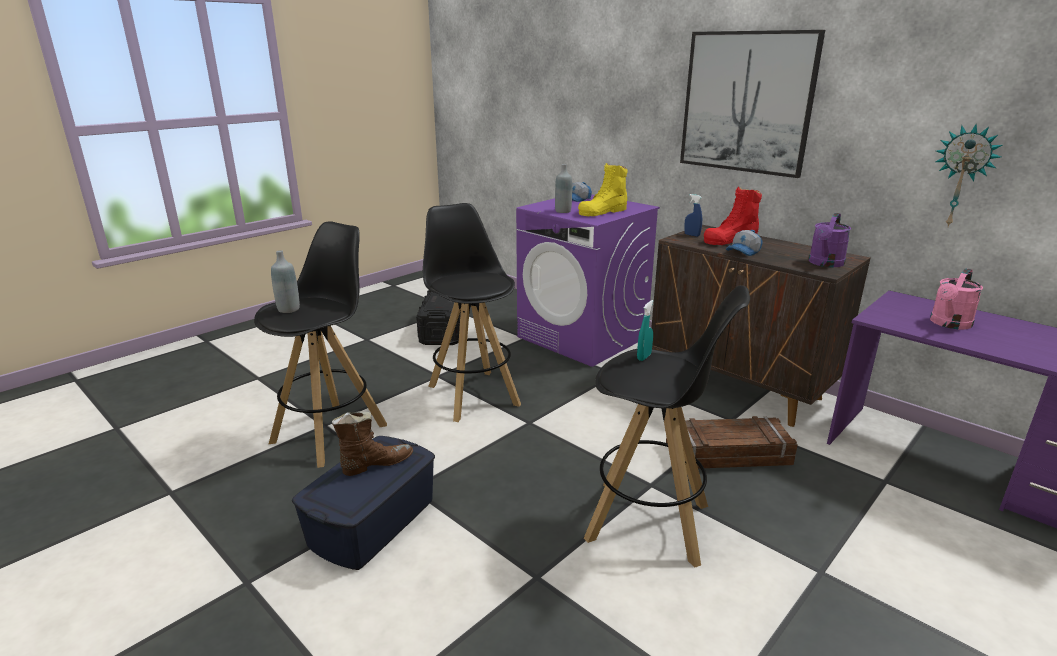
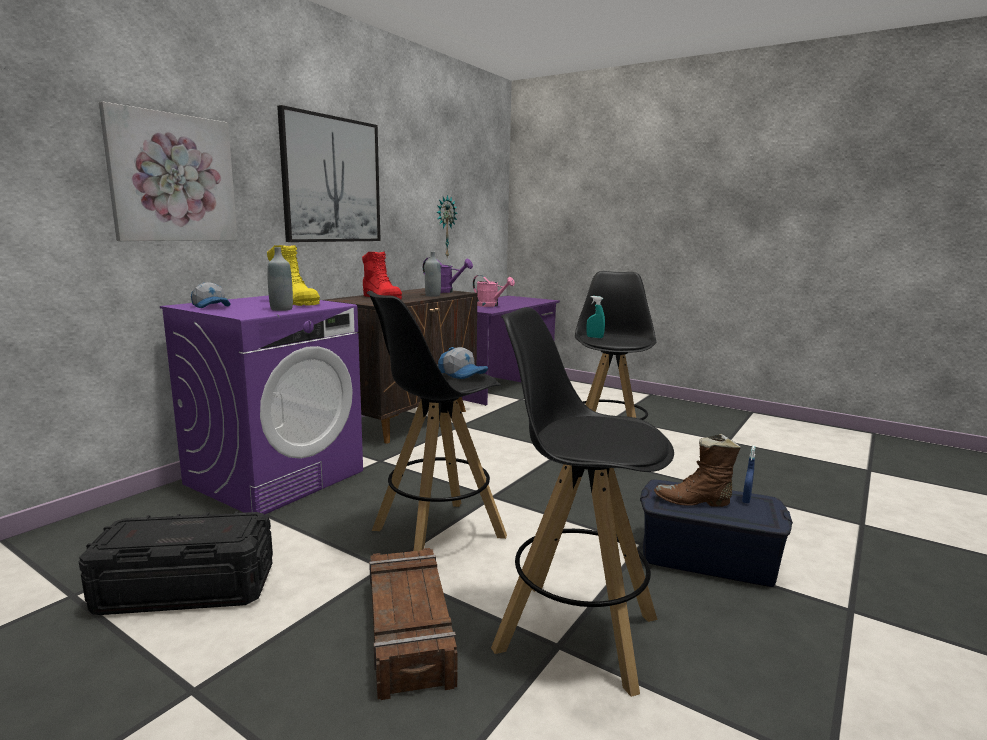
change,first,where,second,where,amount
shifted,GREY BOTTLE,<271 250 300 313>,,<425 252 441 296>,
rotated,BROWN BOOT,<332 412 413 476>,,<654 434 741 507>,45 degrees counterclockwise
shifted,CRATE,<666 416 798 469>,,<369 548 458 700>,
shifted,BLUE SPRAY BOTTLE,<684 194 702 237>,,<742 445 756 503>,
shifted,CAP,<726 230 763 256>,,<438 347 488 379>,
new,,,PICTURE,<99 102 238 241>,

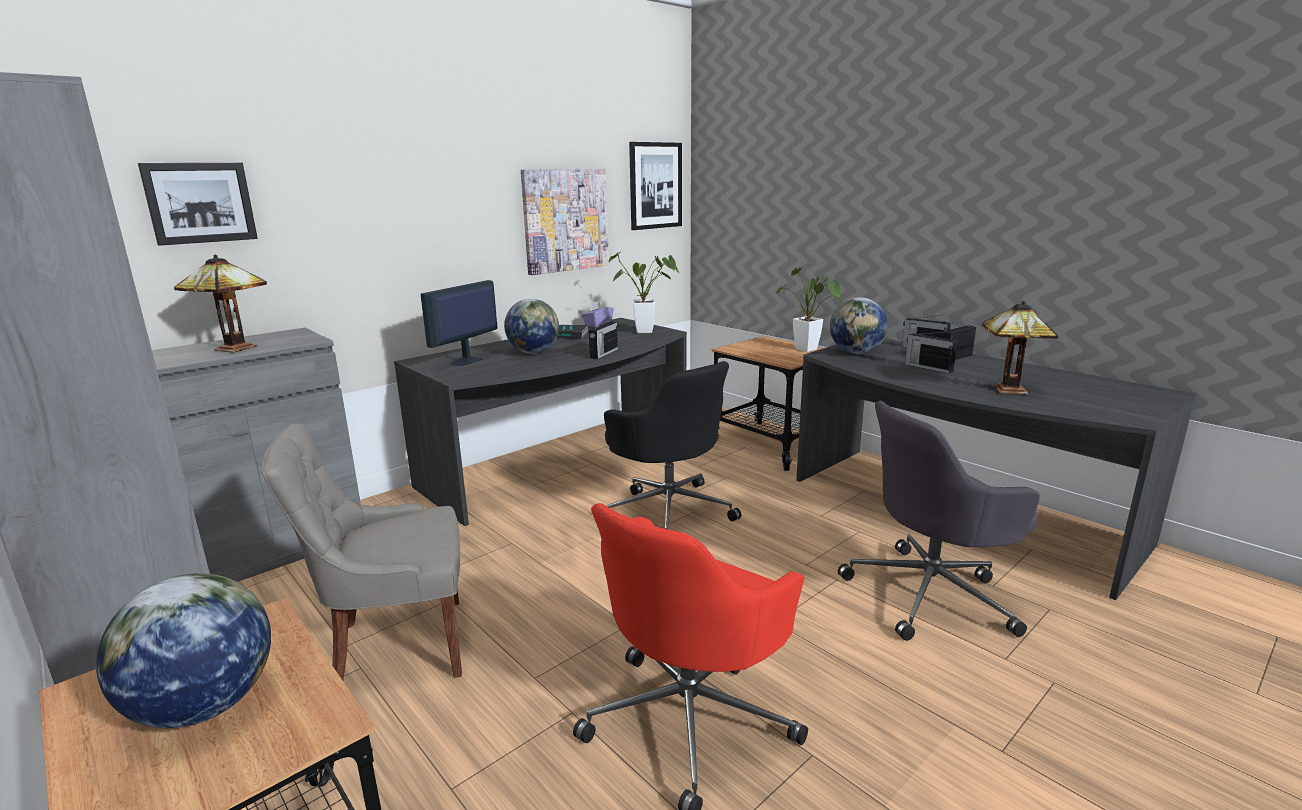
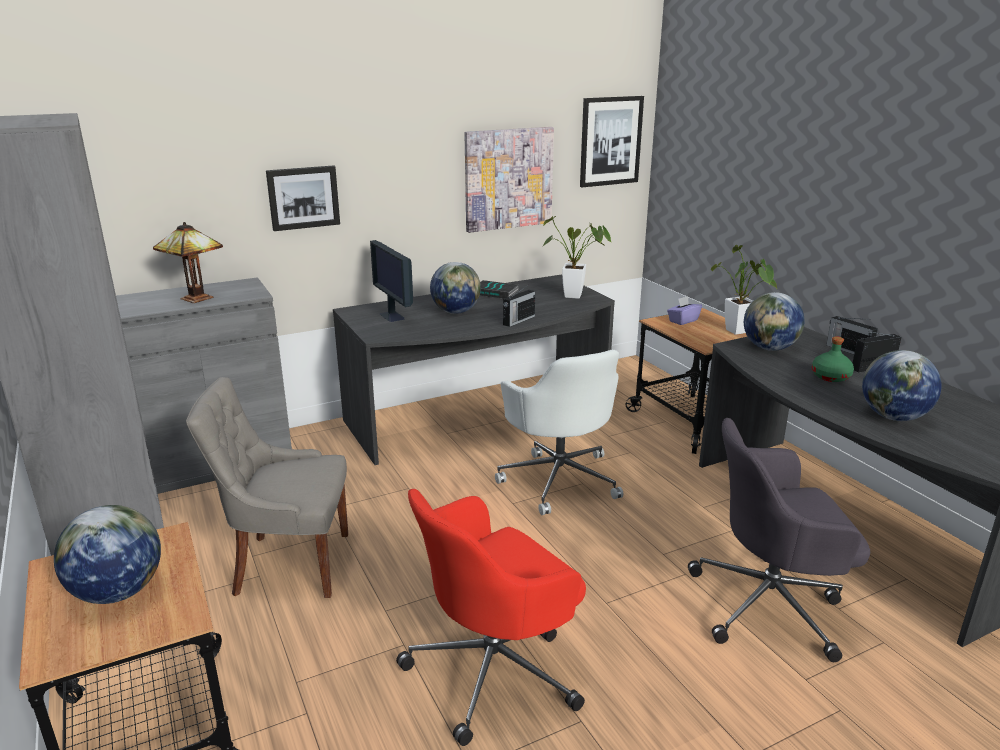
change,first,where,second,where,amount
shifted,PICTURE,<138 163 258 246>,,<266 165 340 231>,
rotated,MONITOR,<420 280 497 366>,,<370 240 413 322>,75 degrees counterclockwise
shifted,PURPLE TISSUE BOX,<582 301 613 327>,,<667 296 702 325>,
repainted,BLACK OFFICE CHAIR,<604 361 741 529>,WHITE OFFICE CHAIR,<495 349 623 515>,
swapped,RADIO,<905 331 958 373>,GREEN BOTTLE,<812 336 854 382>,
swapped,TABLE LAMP,<982 301 1059 395>,GLOBE,<862 350 942 421>,

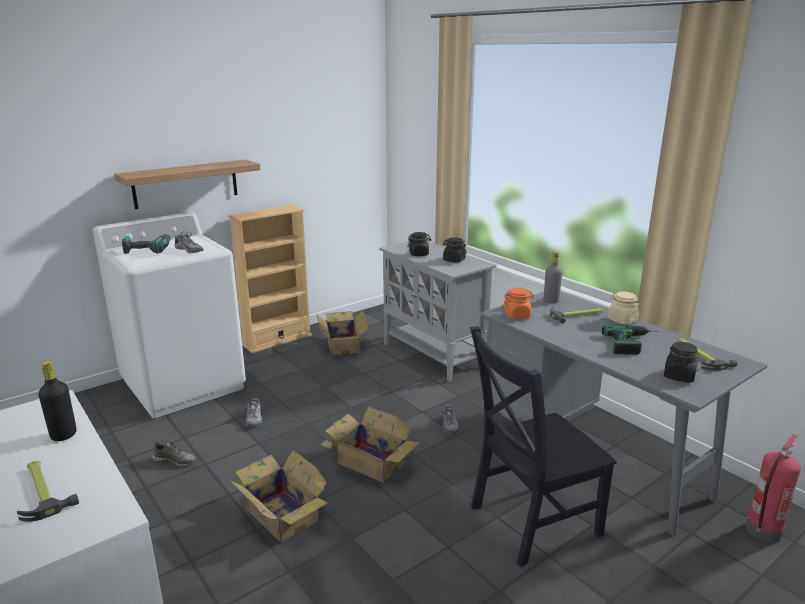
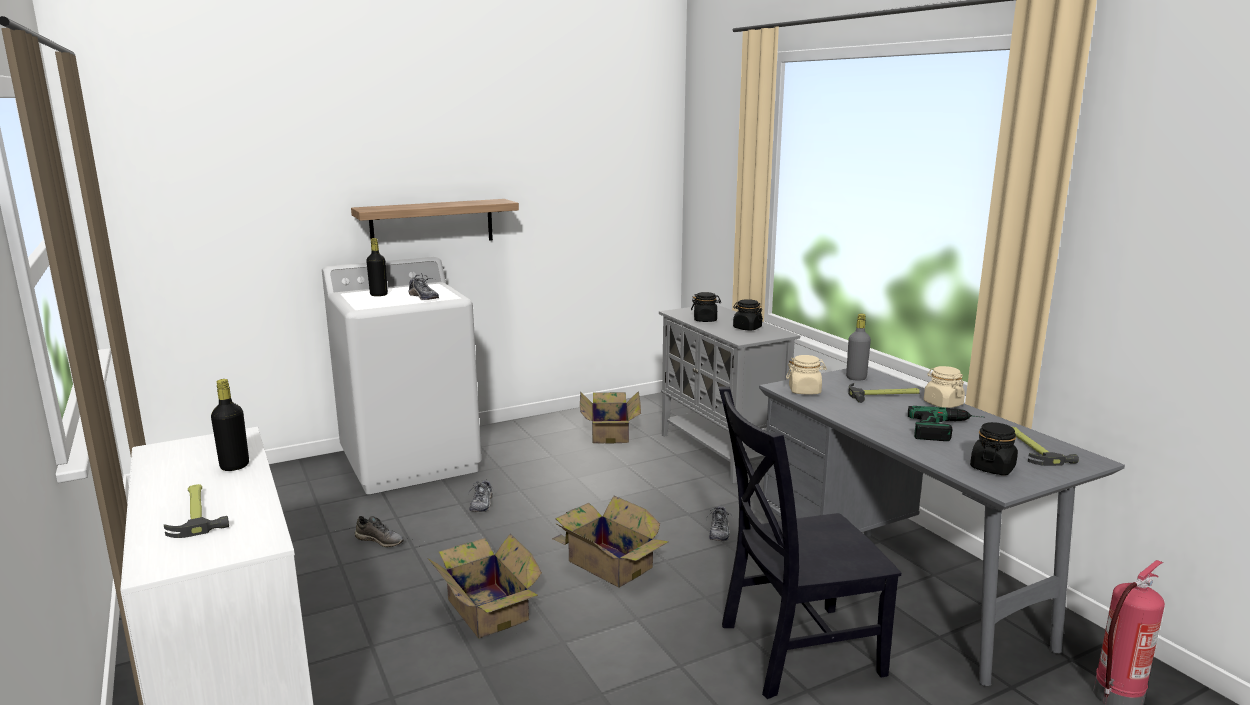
change,first,where,second,where,amount
swapped,POWER DRILL,<122 234 171 254>,BLACK BOTTLE,<366 238 388 296>,
gone,BEIGE BOOKCASE,<228 205 312 353>,,,
repainted,ORANGE JAR,<503 287 534 319>,BEIGE JAR,<786 355 827 394>,

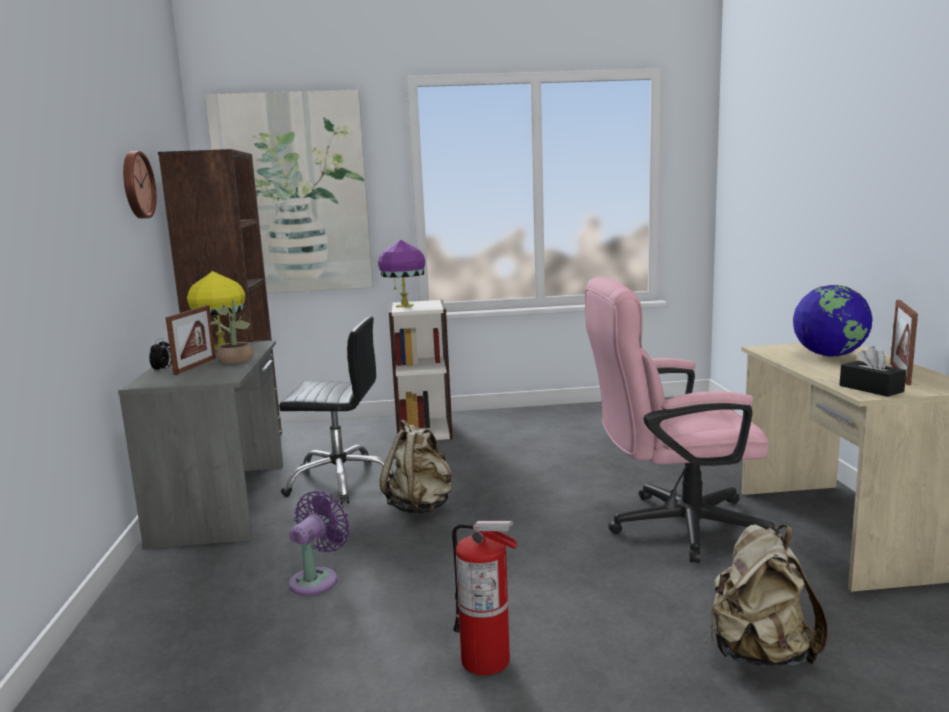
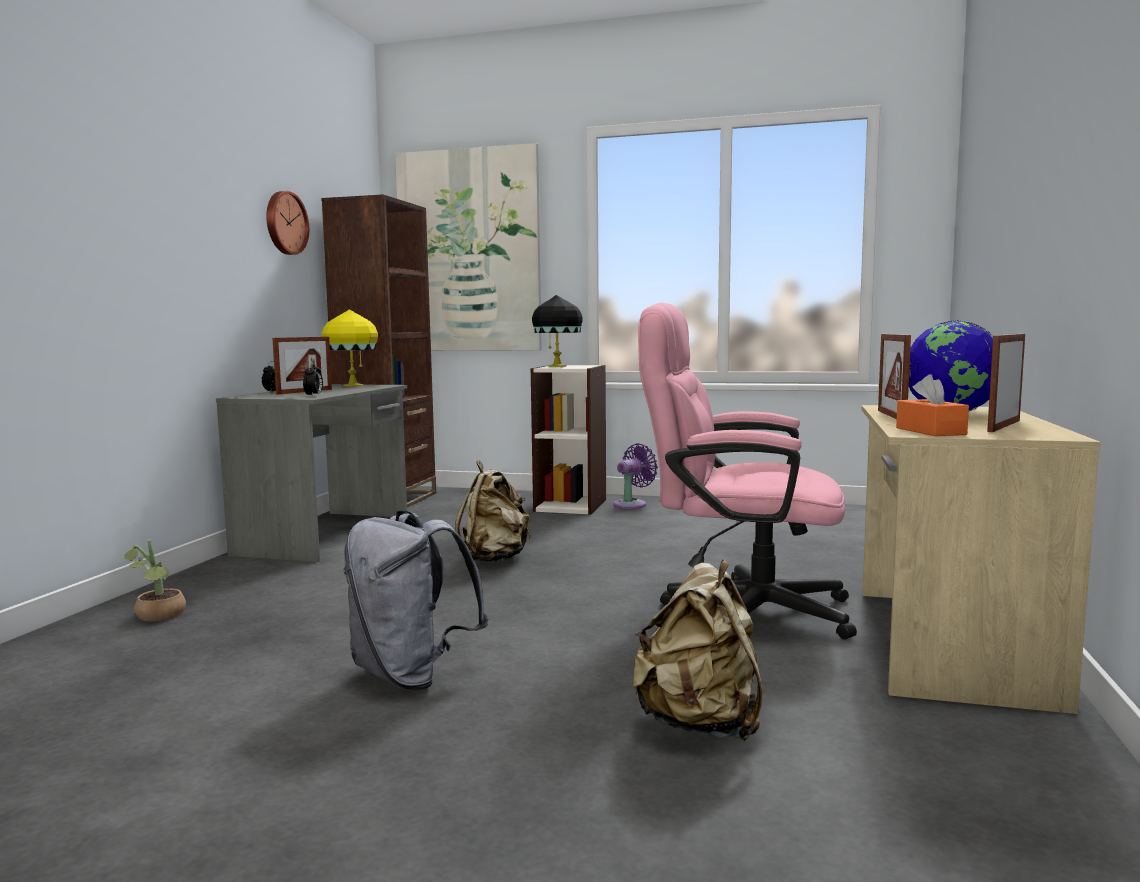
change,first,where,second,where,amount
shifted,POTTED PLANT,<210 300 254 364>,,<124 539 186 621>,
gone,BLACK OFFICE CHAIR,<279 316 395 505>,,,
shifted,PURPLE FAN,<289 491 350 596>,,<613 443 658 509>,
repainted,PURPLE TABLE LAMP,<378 240 425 307>,BLACK TABLE LAMP,<532 295 583 367>,
swapped,FIRE EXTINGUISHER,<452 521 518 675>,GREY BACKPACK,<344 510 488 690>,
repainted,BLACK TISSUE BOX,<839 346 906 397>,ORANGE TISSUE BOX,<896 374 969 436>,
new,,,ALARM CLOCK,<303 363 323 396>,
new,,,PICTURE FRAME,<878 334 911 419>,

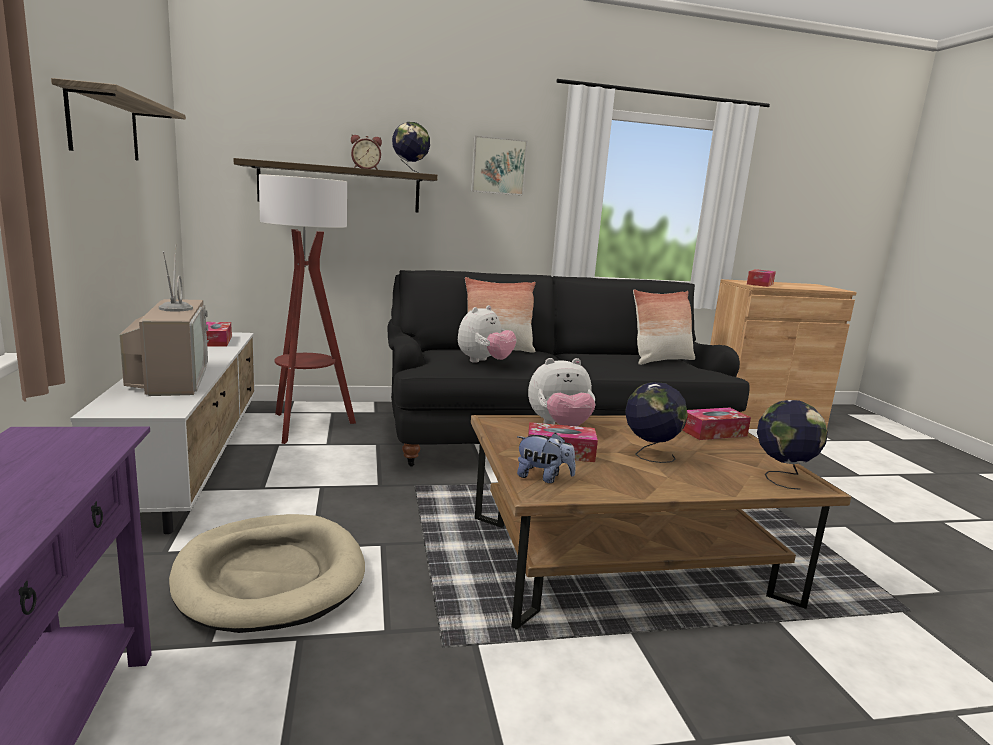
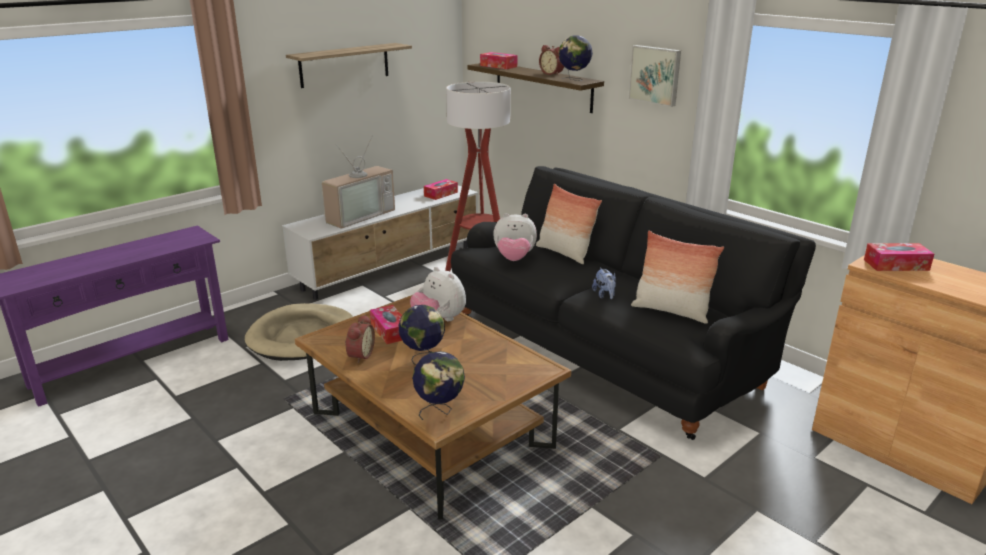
change,first,where,second,where,amount
shifted,PLUSH TOY,<517 433 576 483>,,<592 268 616 299>,
shifted,TISSUE BOX,<682 408 751 440>,,<480 52 517 69>,
new,,,ALARM CLOCK,<345 315 375 363>,

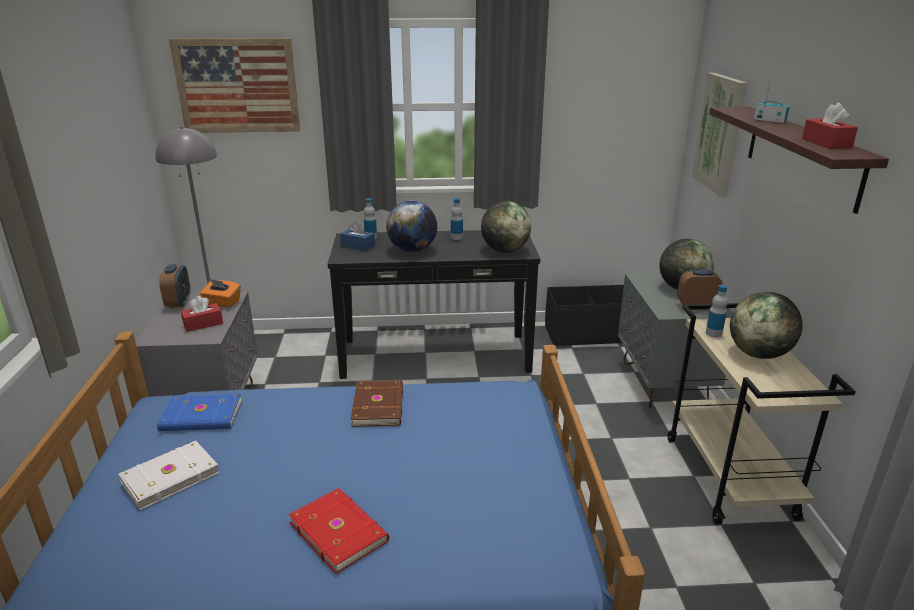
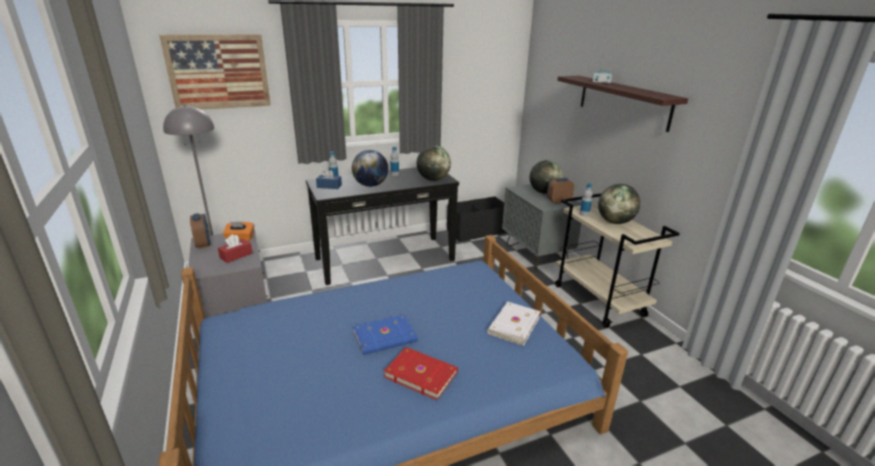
change,first,where,second,where,amount
shifted,WHITE BOOK,<118 440 220 510>,,<487 302 541 346>,
shifted,BLUE BOOK,<157 394 242 431>,,<353 315 418 355>,
gone,BROWN BOOK,<351 380 403 427>,,,
gone,PICTURE,<692 73 747 197>,,,
gone,RED TISSUE BOX,<802 103 858 149>,,,

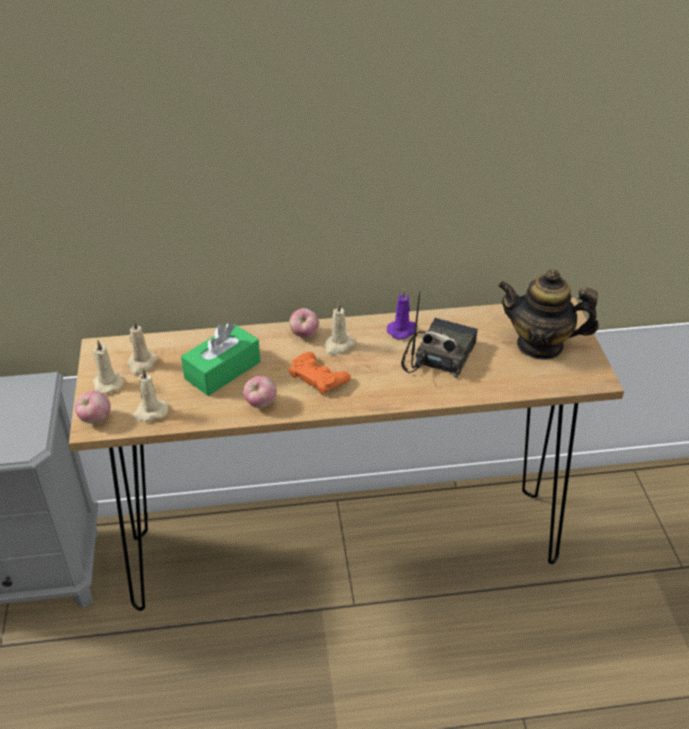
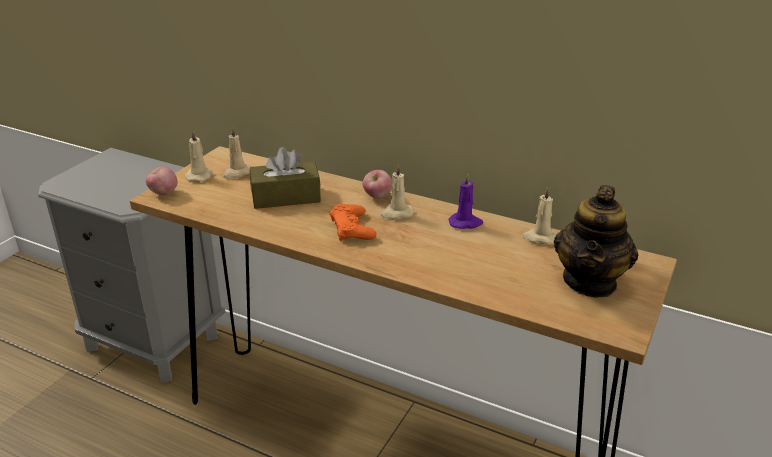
change,first,where,second,where,amount
shifted,BEIGE CANDLE,<132 368 168 422>,,<521 186 557 245>,
repainted,GREEN TISSUE BOX,<181 322 260 396>,BROWN TISSUE BOX,<250 147 321 209>,
gone,APPLE,<243 376 277 408>,,,
gone,RADIO,<401 291 478 378>,,,
rotated,TEAPOT,<498 269 599 360>,,<554 185 638 298>,120 degrees counterclockwise

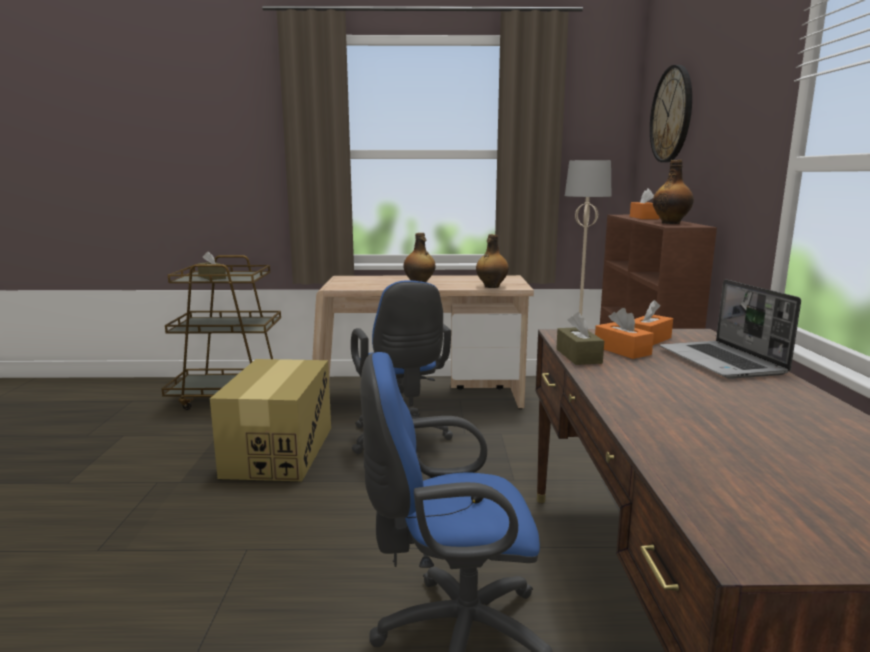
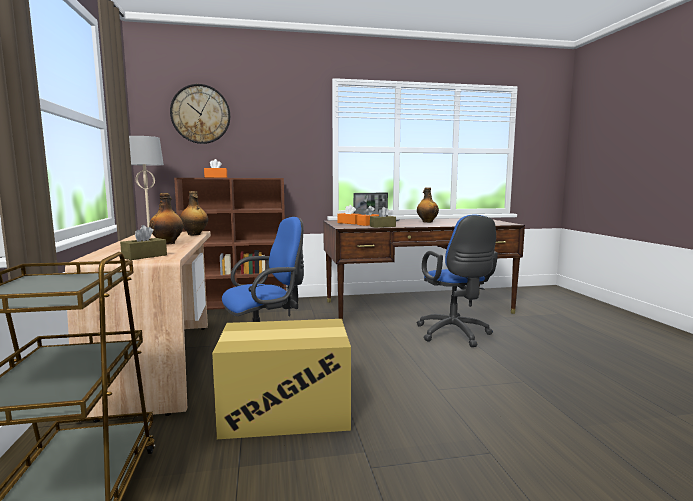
change,first,where,second,where,amount
shifted,BROWN TISSUE BOX,<198 251 226 280>,,<120 225 167 260>,
shifted,BOTTLE,<652 160 694 224>,,<417 187 439 223>,

